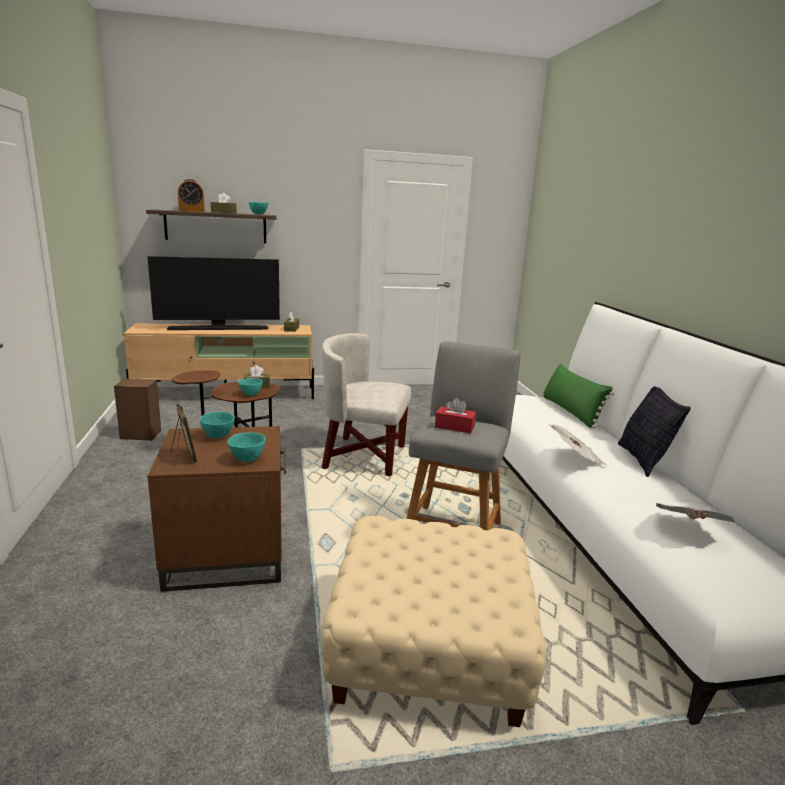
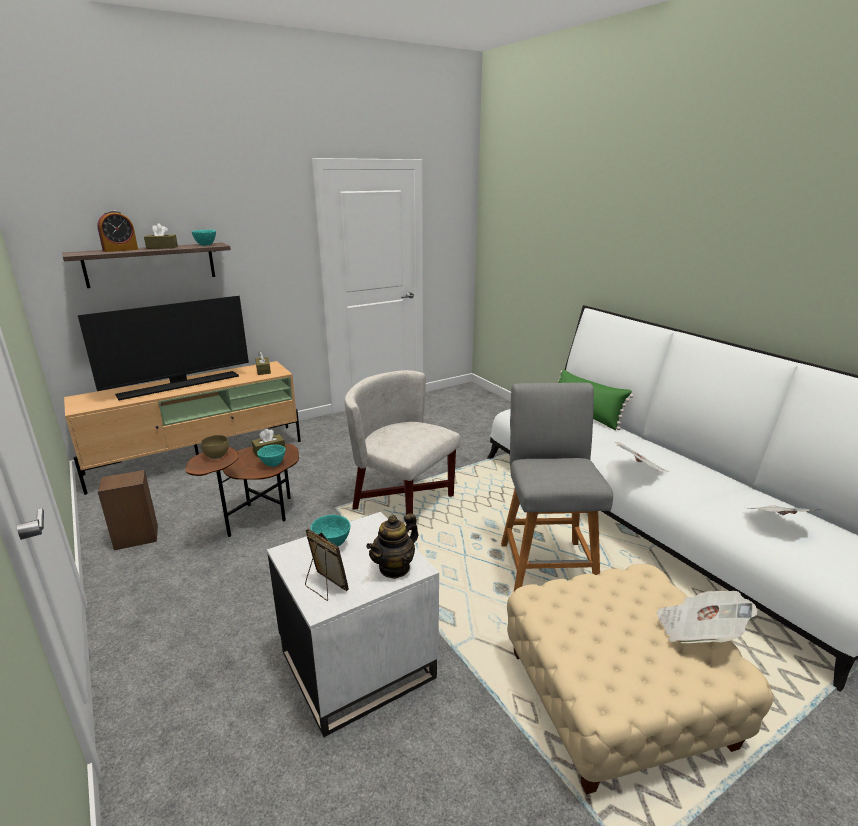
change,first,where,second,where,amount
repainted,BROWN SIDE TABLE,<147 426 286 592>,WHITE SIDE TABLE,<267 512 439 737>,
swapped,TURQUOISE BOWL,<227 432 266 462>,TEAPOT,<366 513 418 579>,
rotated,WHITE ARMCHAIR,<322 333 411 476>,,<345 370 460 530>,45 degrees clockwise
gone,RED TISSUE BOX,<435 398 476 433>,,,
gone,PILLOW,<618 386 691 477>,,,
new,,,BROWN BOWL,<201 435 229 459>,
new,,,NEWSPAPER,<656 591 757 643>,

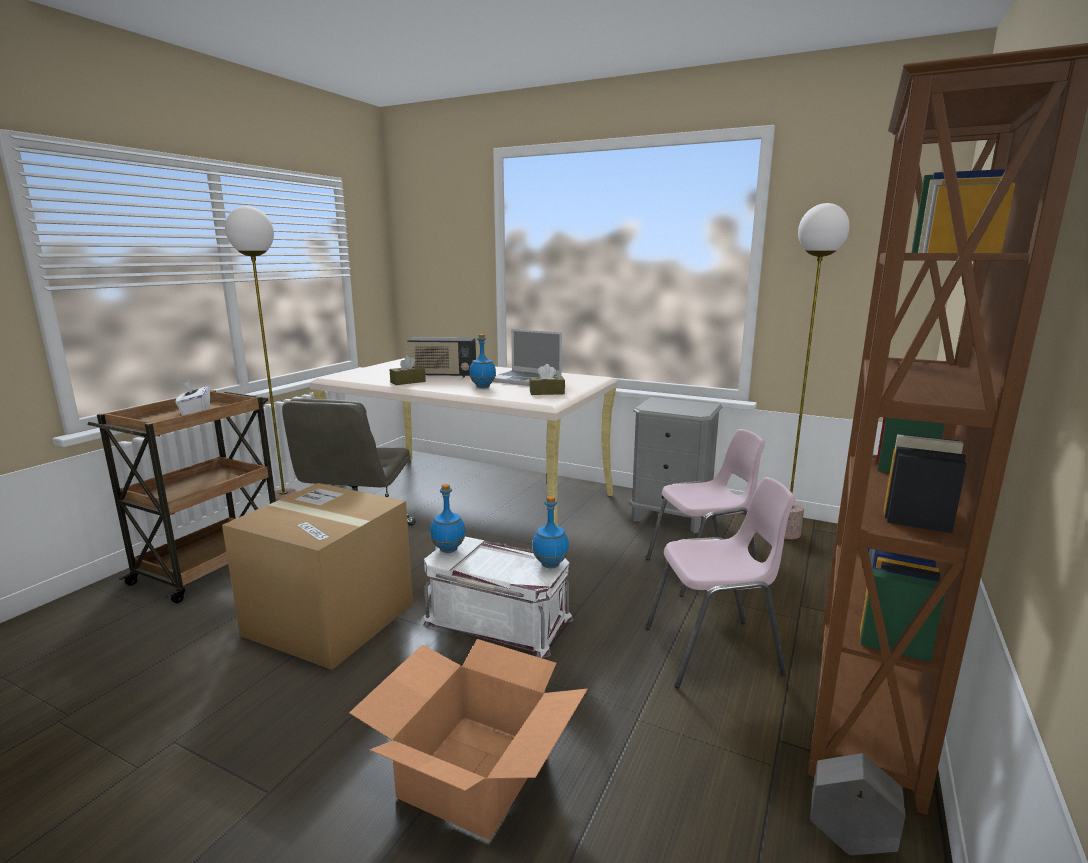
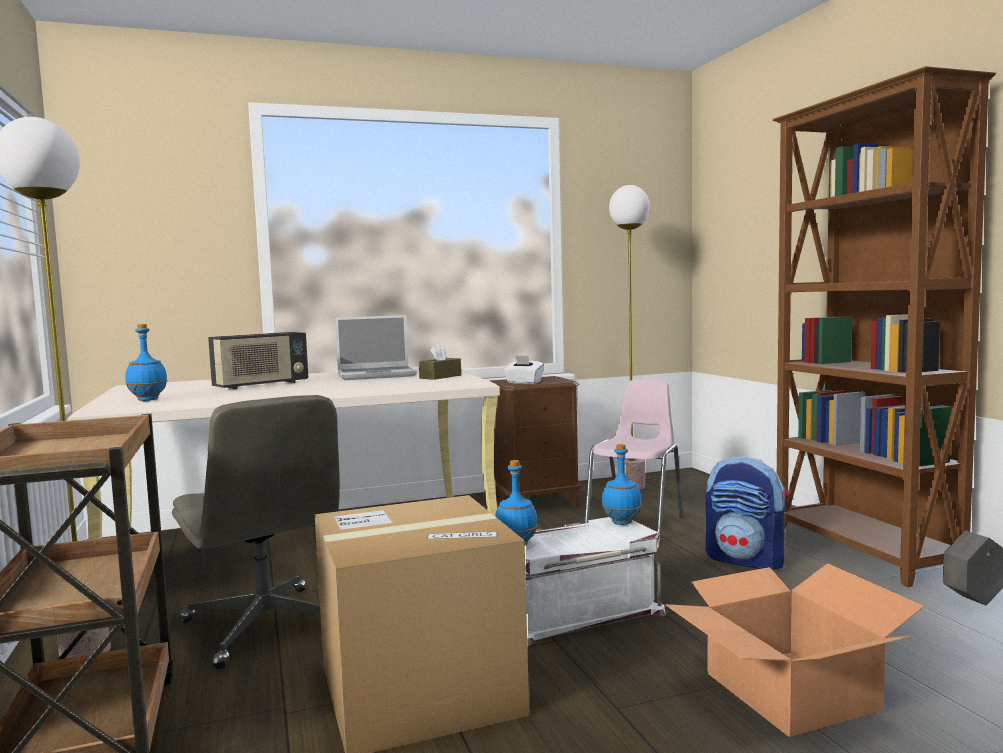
change,first,where,second,where,amount
shifted,WHITE TISSUE BOX,<176 380 210 415>,,<504 355 544 384>,
gone,BROWN TISSUE BOX,<389 356 426 385>,,,
shifted,BLUE BOTTLE,<469 334 496 388>,,<125 324 168 401>,
repainted,GREY NIGHTSTAND,<629 397 722 533>,BROWN NIGHTSTAND,<490 376 582 506>,
swapped,PINK CHAIR,<646 477 795 688>,BACKPACK,<705 457 788 570>,

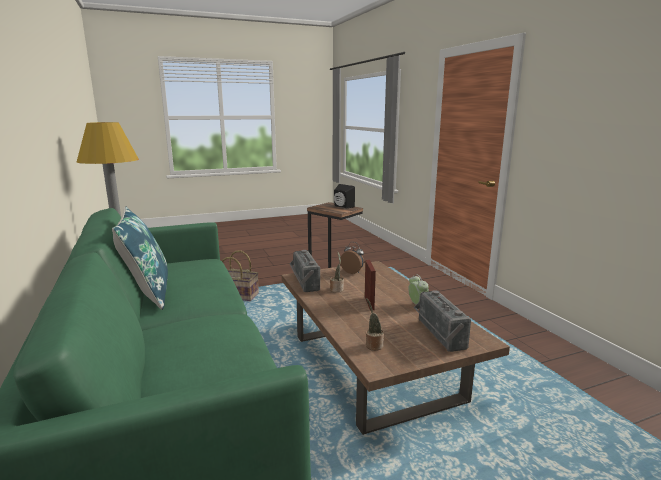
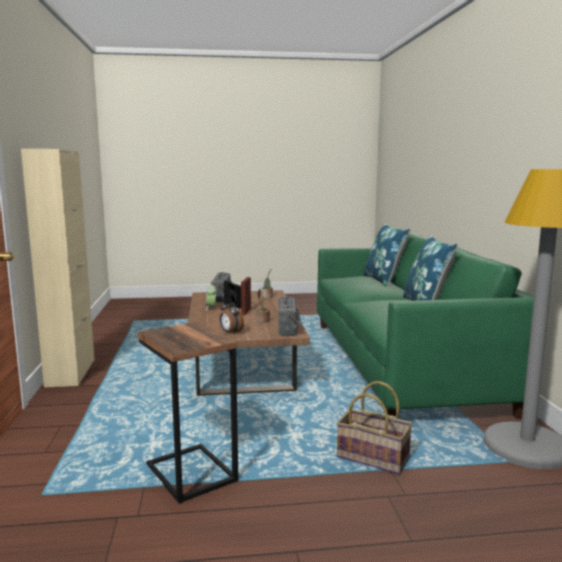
change,first,where,second,where,amount
shifted,BLACK SPEAKER,<334 184 355 209>,,<224 280 241 309>,
new,,,BEIGE CABINET,<21 149 95 388>,
new,,,BLUE PILLOW,<363 223 410 287>,

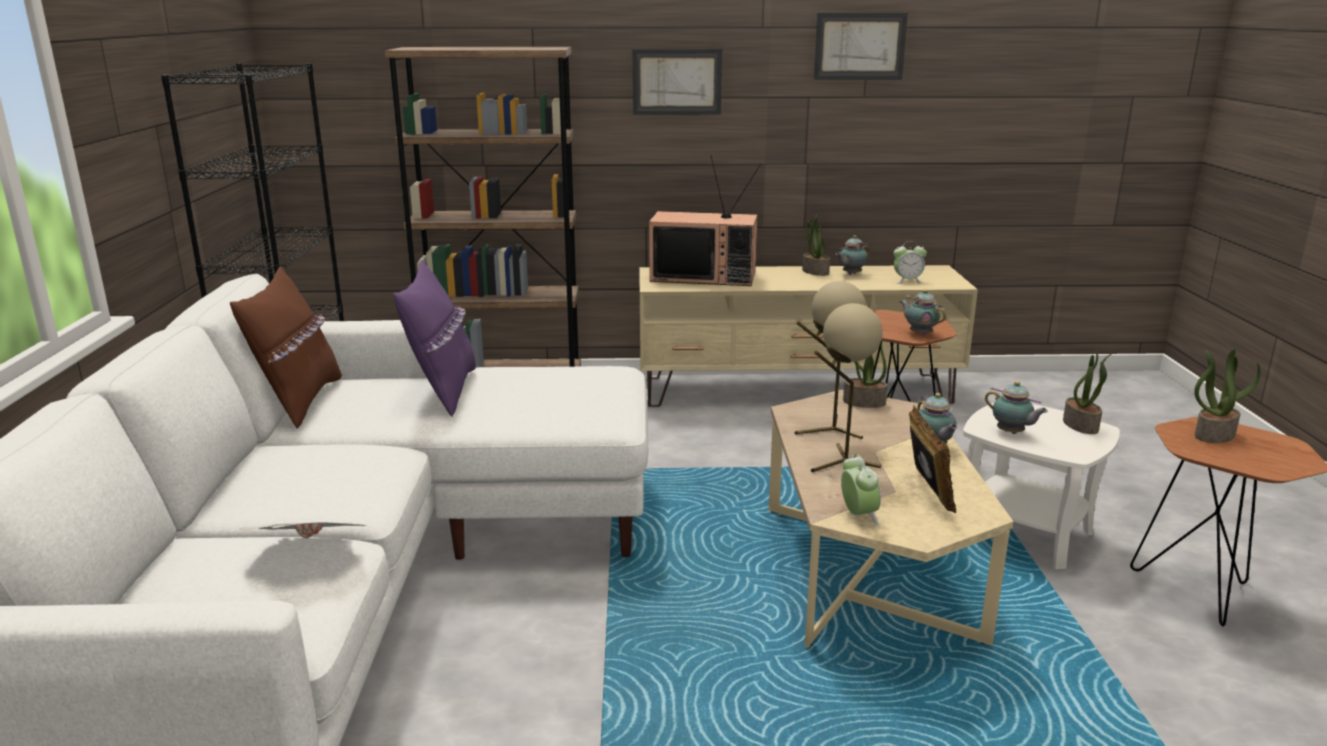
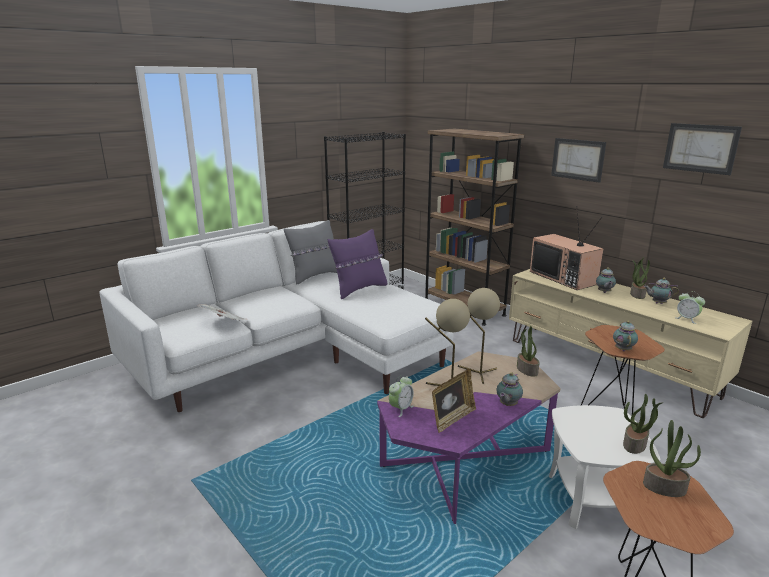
change,first,where,second,where,amount
repainted,BROWN PILLOW,<230 267 342 429>,GREY PILLOW,<284 220 337 285>,
repainted,BEIGE COFFEE TABLE,<769 390 1013 648>,PURPLE COFFEE TABLE,<377 351 560 524>,
shifted,TEAPOT,<985 381 1048 434>,,<596 267 616 293>,

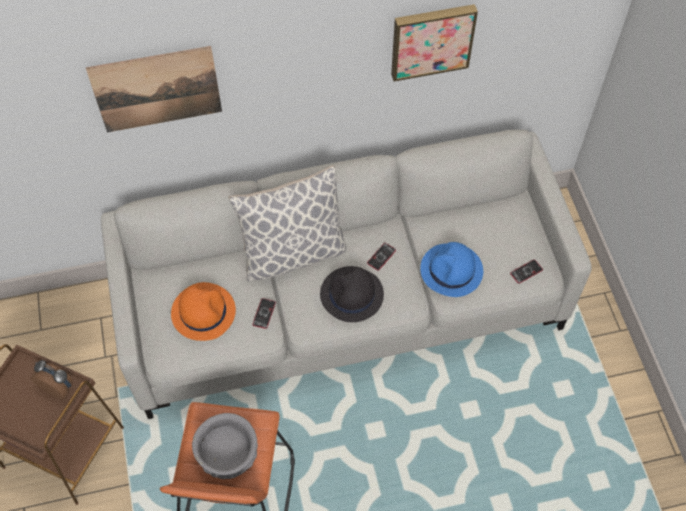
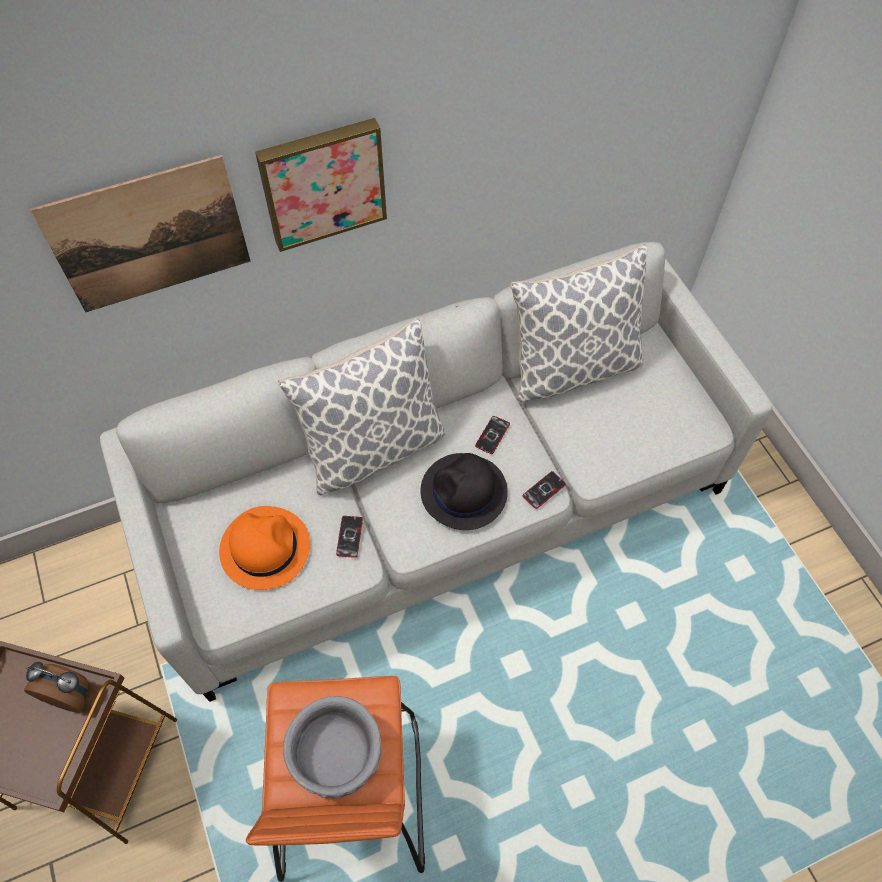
change,first,where,second,where,amount
shifted,PICTURE,<391 4 478 82>,,<255 118 387 252>,
gone,BLUE HAT,<420 242 483 297>,,,
shifted,PHONE,<510 259 543 284>,,<523 471 566 509>,
new,,,PILLOW,<510 244 648 402>,

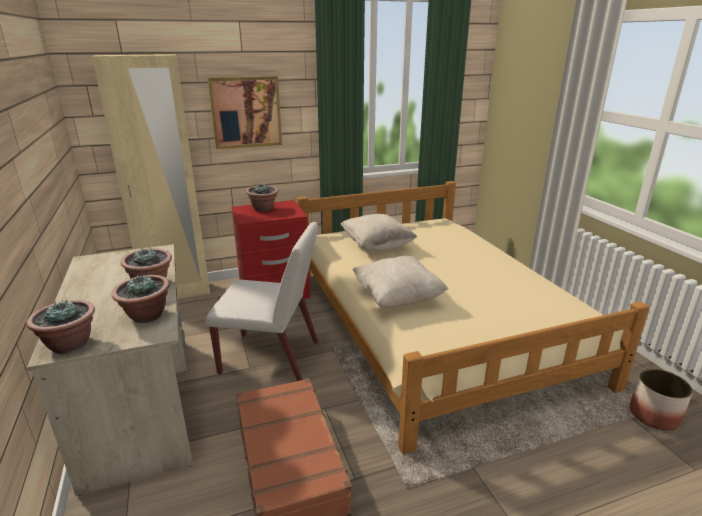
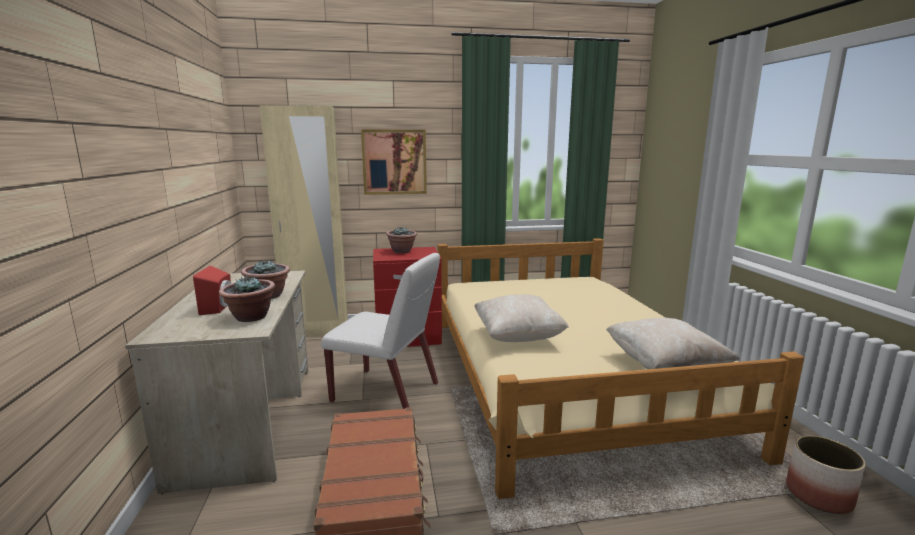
change,first,where,second,where,amount
gone,POTTED PLANT,<26 300 95 354>,,,
shifted,BEIGE PILLOW,<341 214 417 251>,,<606 318 740 369>,
new,,,RED SPEAKER,<193 265 231 315>,

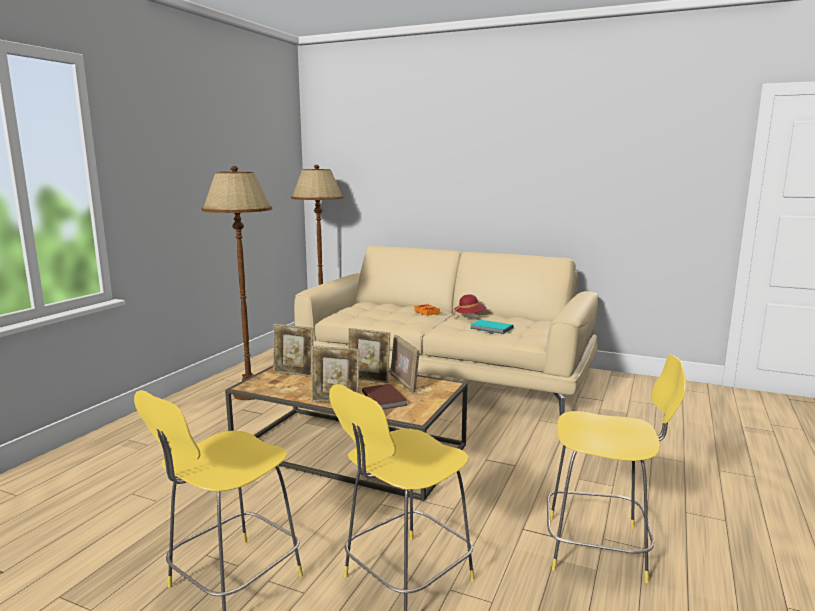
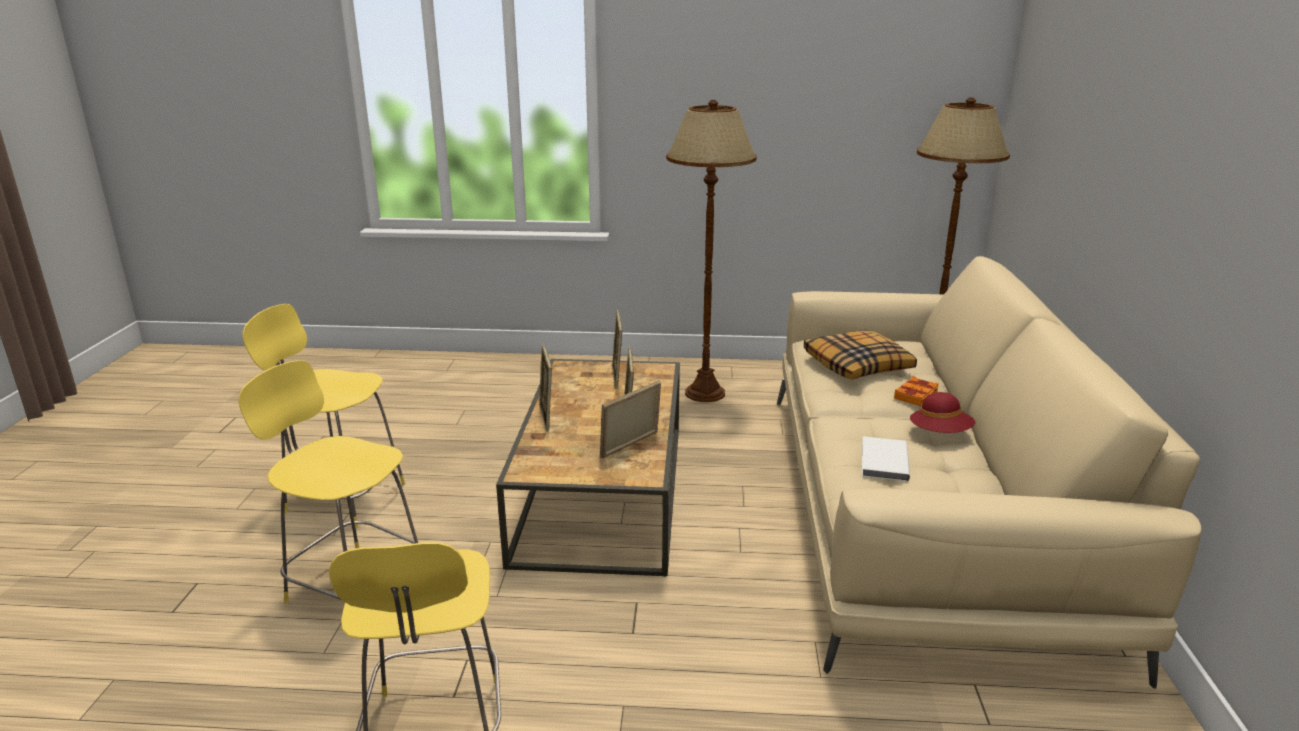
change,first,where,second,where,amount
gone,BROWN BOOK,<362 384 407 409>,,,
repainted,TURQUOISE BOOK,<470 320 513 334>,WHITE BOOK,<862 436 910 481>,
new,,,PILLOW,<804 329 917 380>,

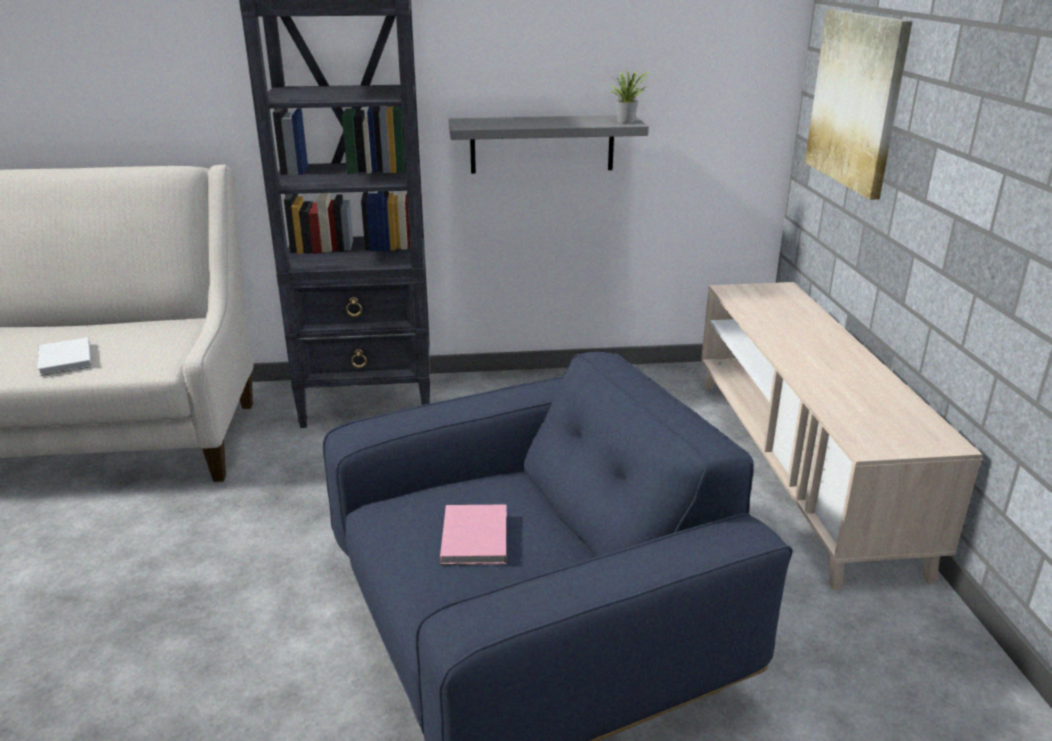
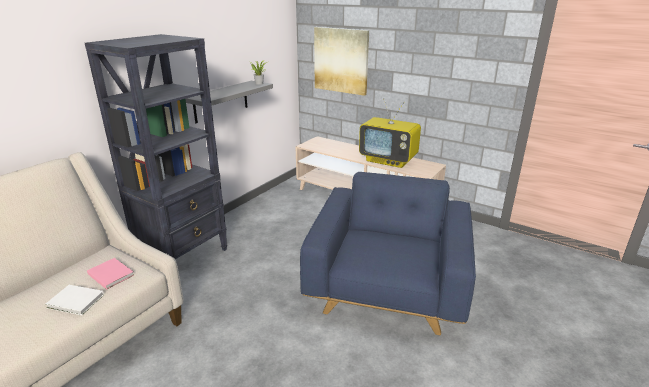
change,first,where,second,where,amount
shifted,PINK BOOK,<440 504 507 565>,,<87 258 134 290>,
new,,,TELEVISION,<359 98 421 168>,

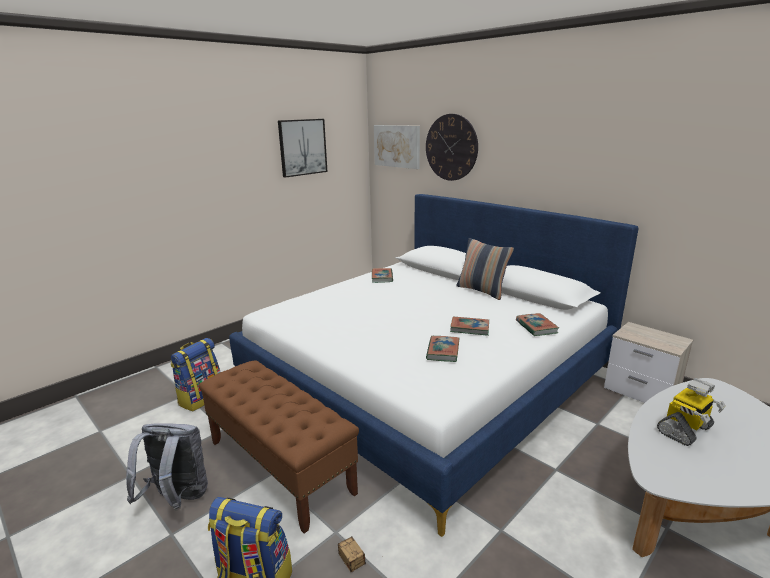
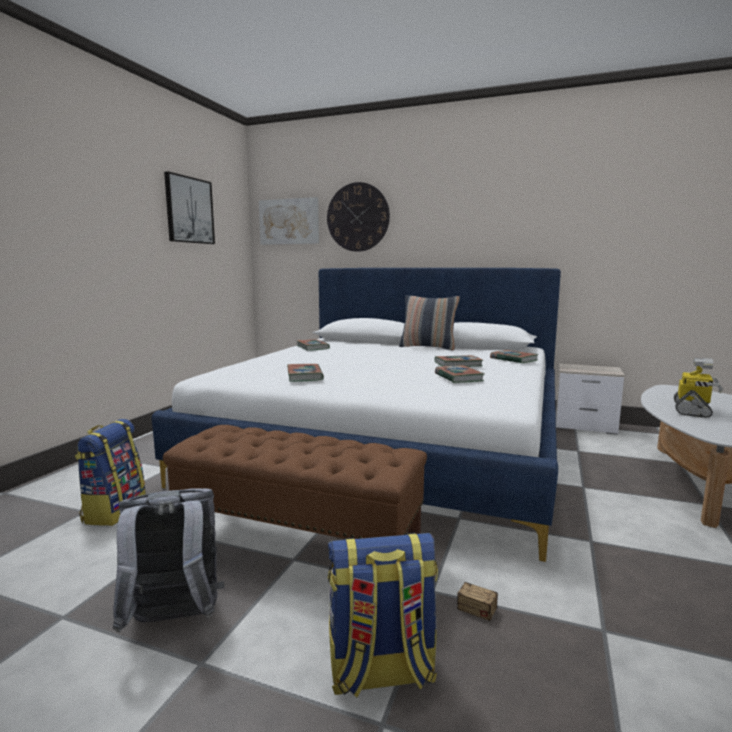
change,first,where,second,where,amount
new,,,BOOK,<287 364 324 382>,

